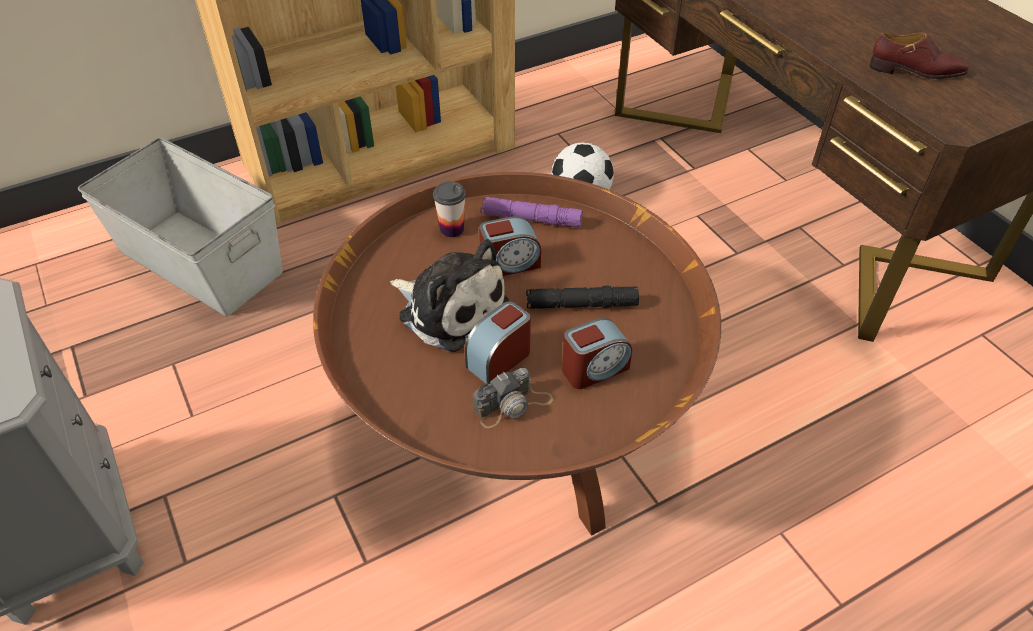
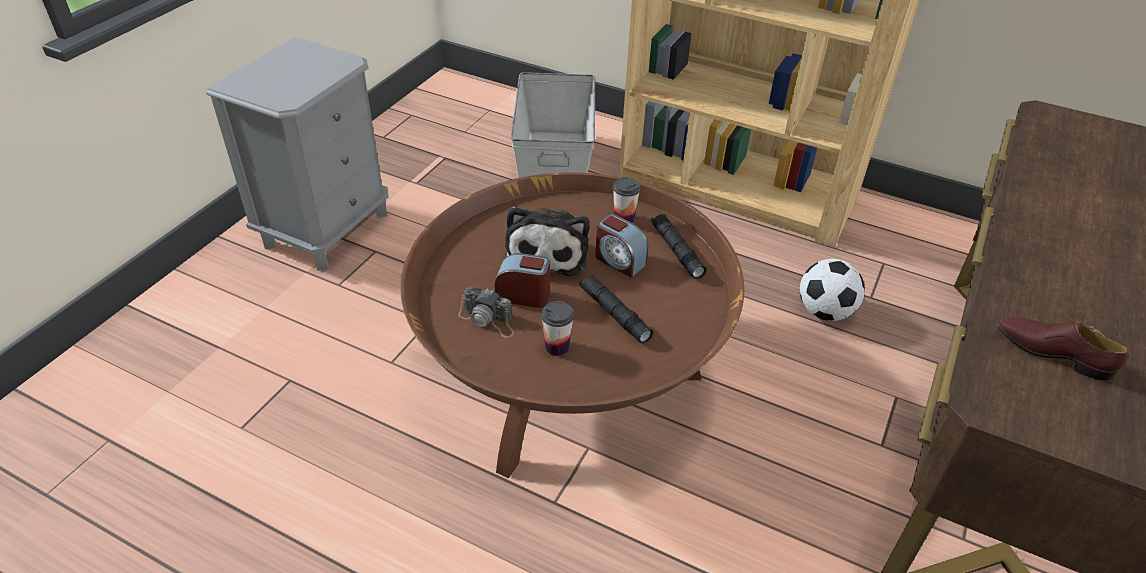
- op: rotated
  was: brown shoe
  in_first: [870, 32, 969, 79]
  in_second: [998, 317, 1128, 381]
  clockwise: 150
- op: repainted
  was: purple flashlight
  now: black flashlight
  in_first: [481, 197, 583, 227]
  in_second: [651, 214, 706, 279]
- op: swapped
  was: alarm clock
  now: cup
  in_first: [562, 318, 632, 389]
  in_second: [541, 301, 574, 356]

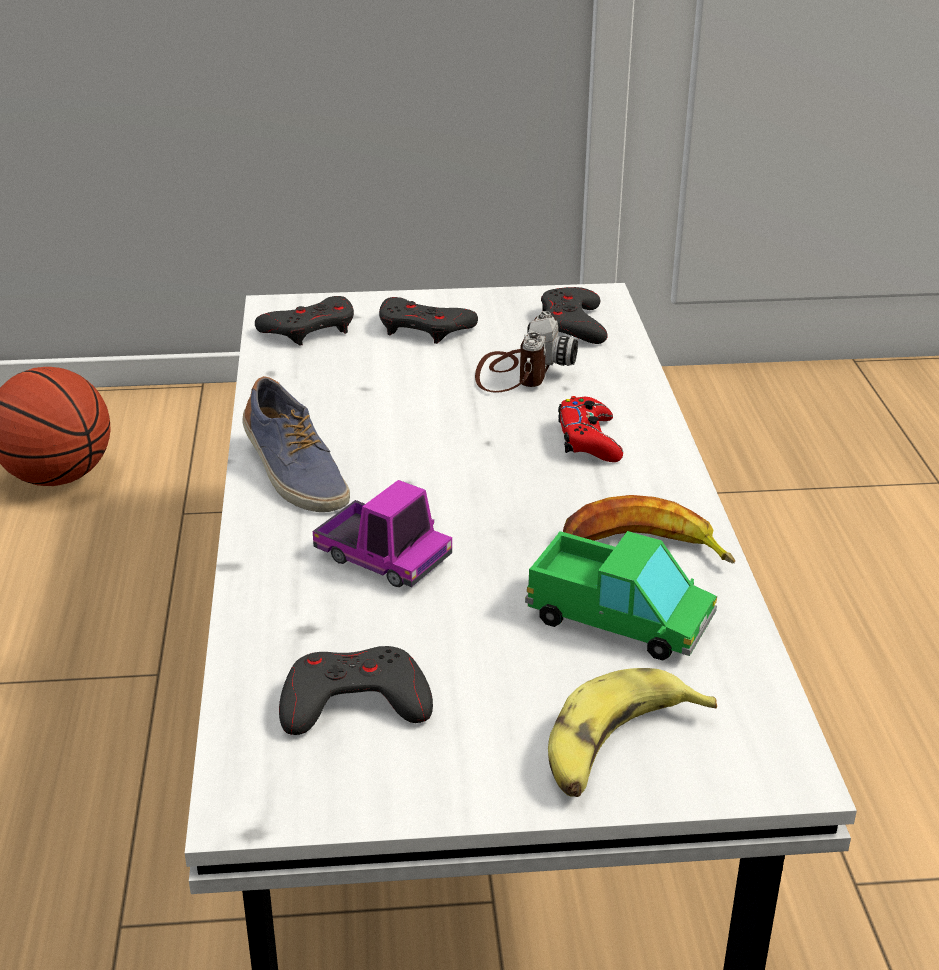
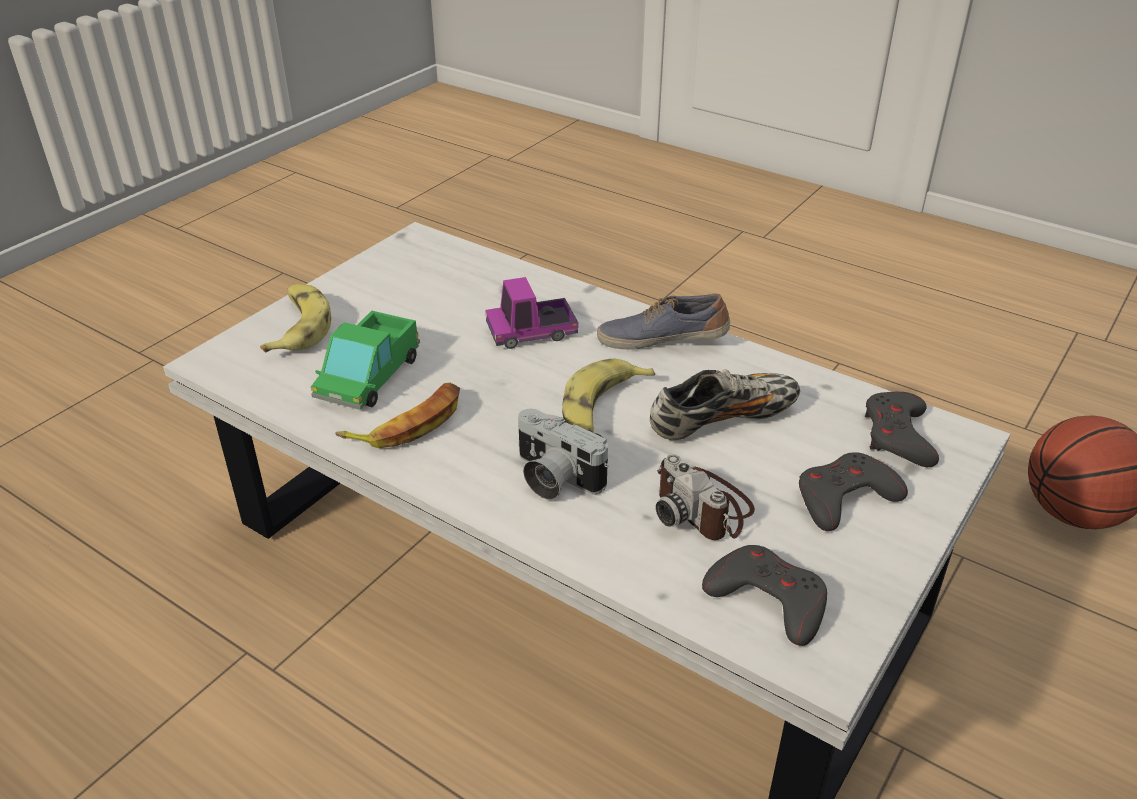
- op: swapped
  was: red game controller
  now: photo camera
  in_first: [558, 396, 623, 462]
  in_second: [518, 409, 608, 500]
- op: rotated
  was: toy truck
  in_first: [525, 531, 717, 661]
  in_second: [311, 311, 420, 410]
  clockwise: -45
- op: gone
  was: grey game controller
  in_first: [279, 646, 433, 735]
- op: new
  now: banana
  in_second: [562, 359, 655, 433]
- op: new
  now: shoe
  in_second: [649, 369, 800, 440]

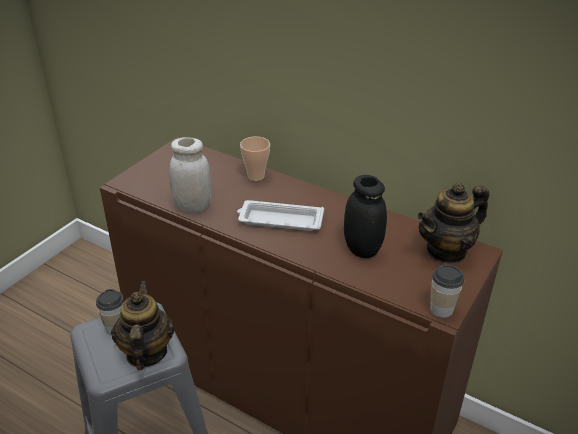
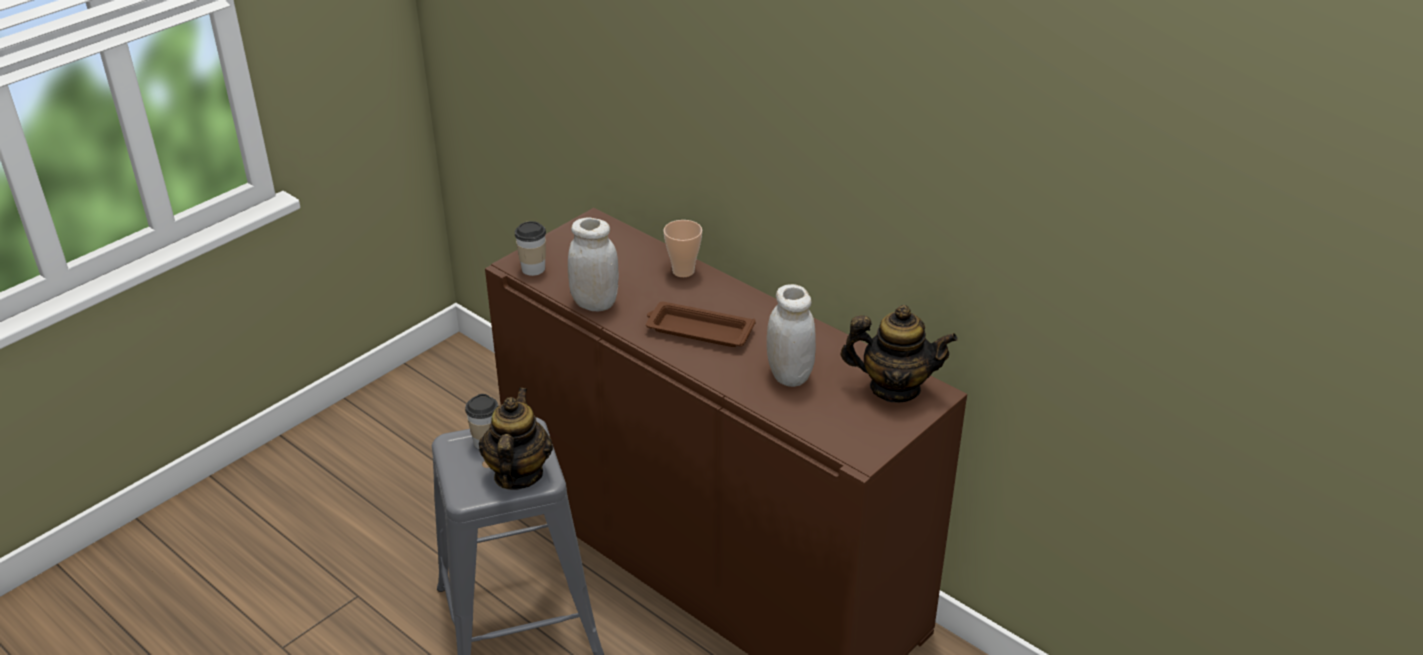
- op: repainted
  was: black jar
  now: white jar
  in_first: [344, 175, 387, 258]
  in_second: [767, 284, 816, 387]
- op: rotated
  was: teapot
  in_first: [417, 183, 489, 264]
  in_second: [840, 305, 958, 403]
  clockwise: -150
- op: repainted
  was: white tray
  now: brown tray
  in_first: [237, 200, 324, 231]
  in_second: [646, 302, 756, 347]
- op: shifted
  was: cup
  in_first: [430, 265, 464, 318]
  in_second: [515, 221, 546, 276]

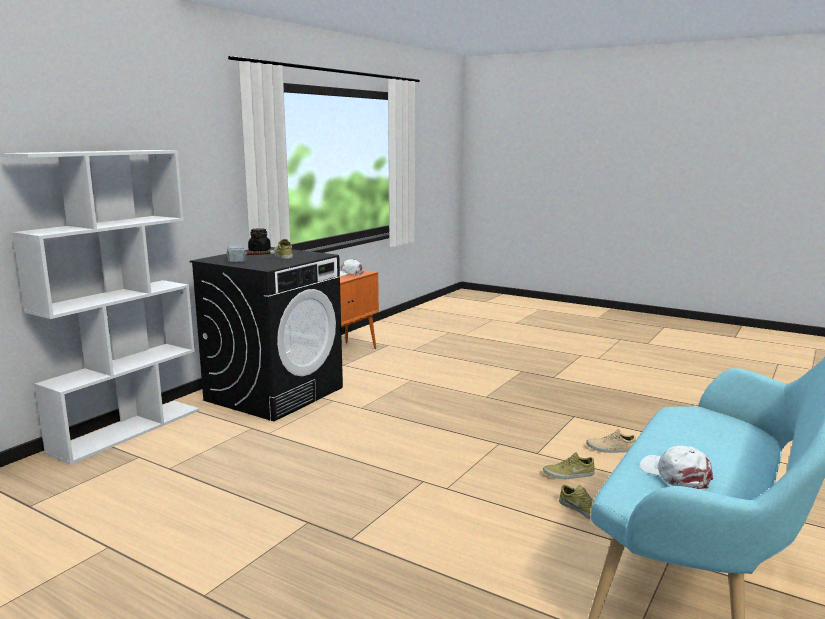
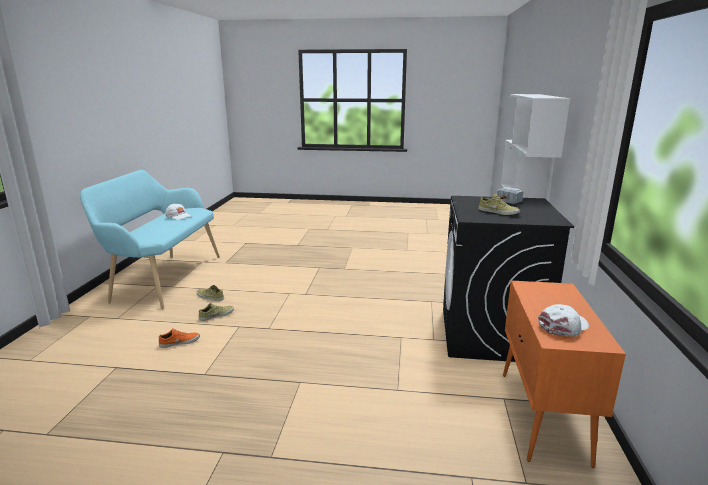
- op: gone
  was: black jar
  in_first: [248, 228, 271, 251]
- op: repainted
  was: beige shoe
  now: orange shoe
  in_first: [586, 429, 636, 453]
  in_second: [159, 328, 200, 348]

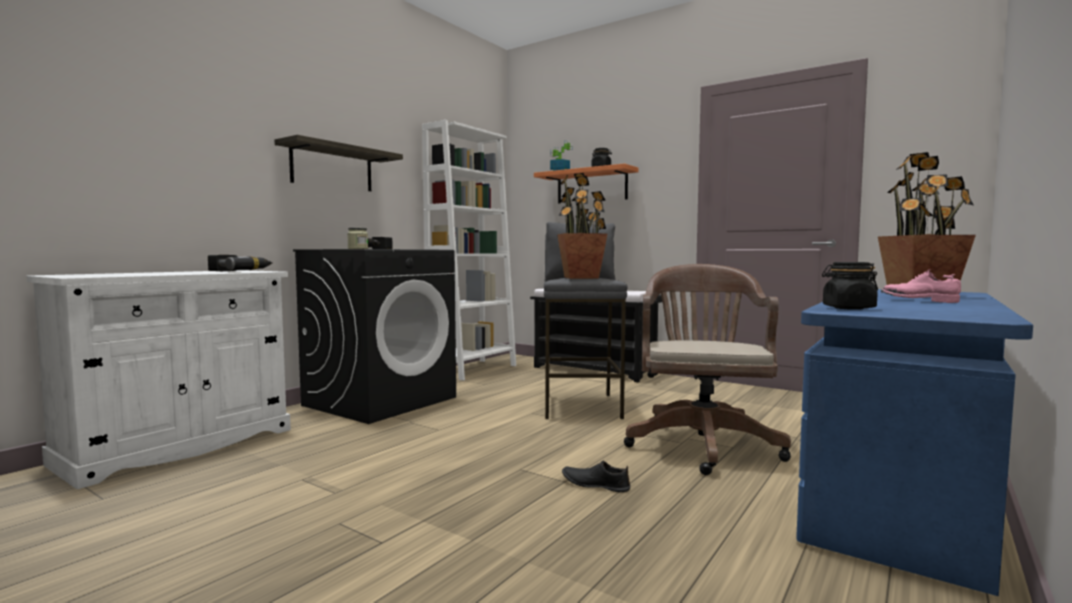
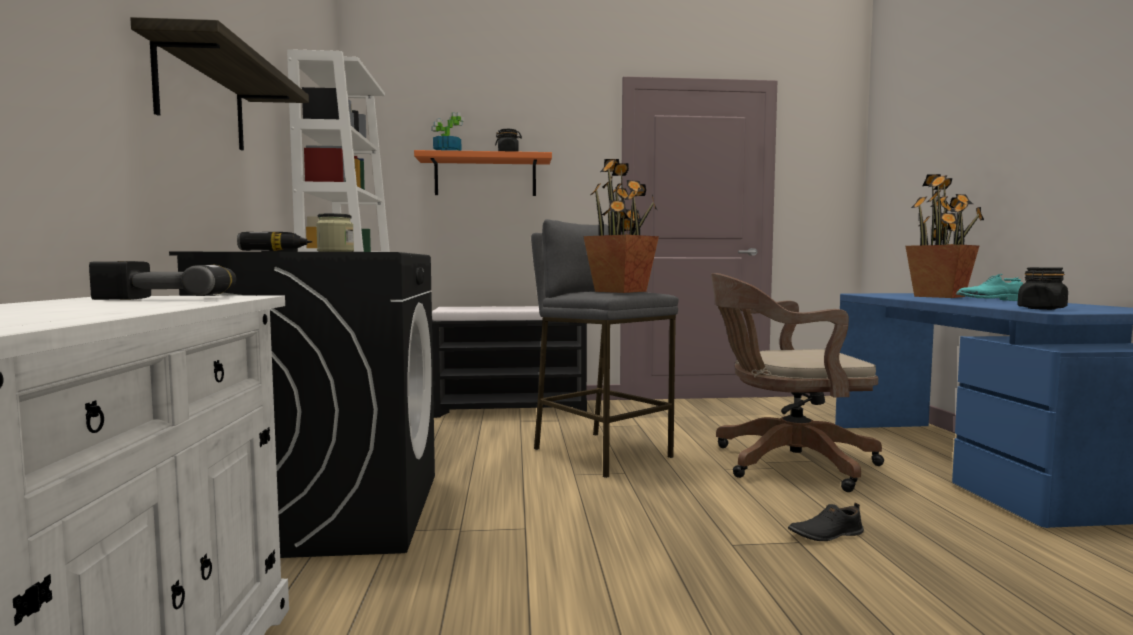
- op: rotated
  was: brown office chair
  in_first: [624, 264, 791, 475]
  in_second: [711, 273, 884, 492]
  clockwise: -60
- op: repainted
  was: pink shoe
  now: turquoise shoe
  in_first: [881, 269, 961, 303]
  in_second: [956, 274, 1023, 301]

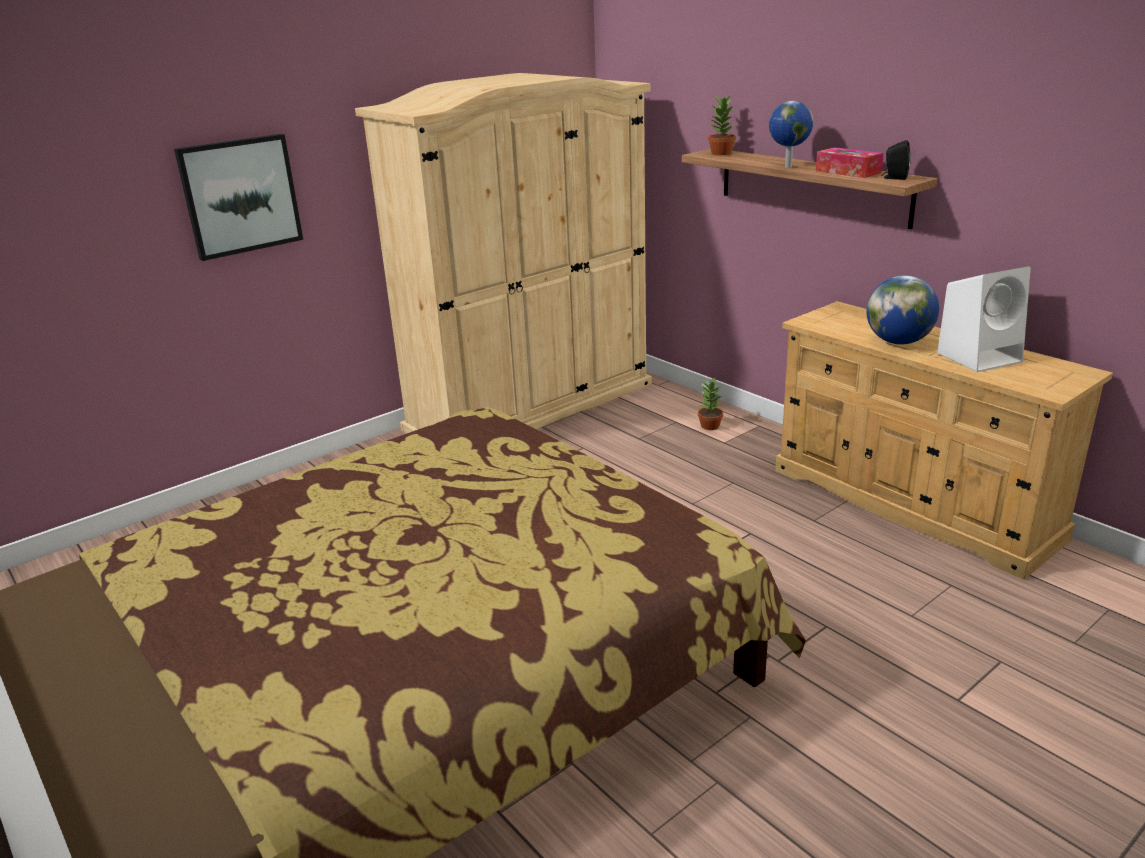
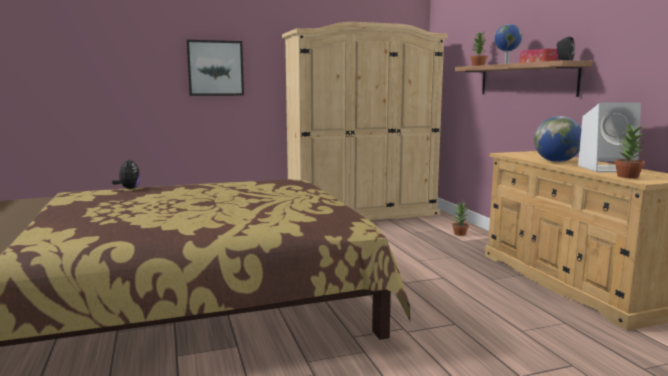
- op: new
  now: potted plant
  in_second: [614, 123, 645, 178]
- op: new
  now: plush toy
  in_second: [112, 158, 141, 189]

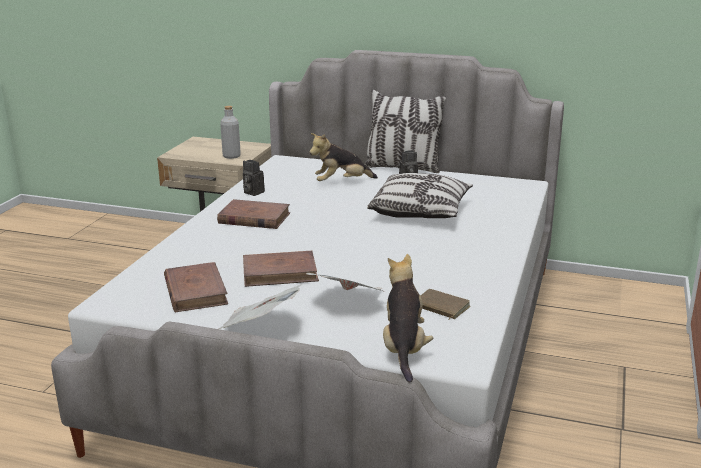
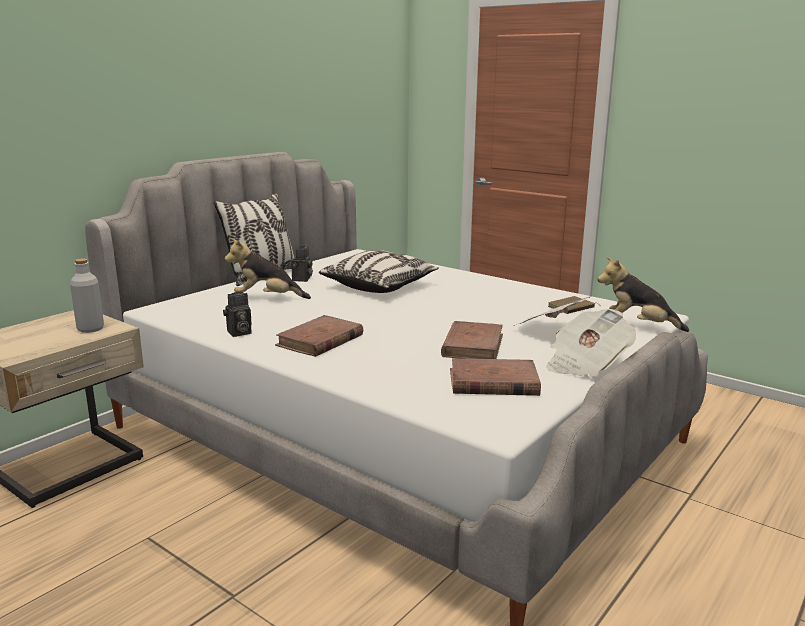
- op: rotated
  was: plush toy
  in_first: [309, 133, 378, 181]
  in_second: [225, 238, 311, 299]
  clockwise: 90

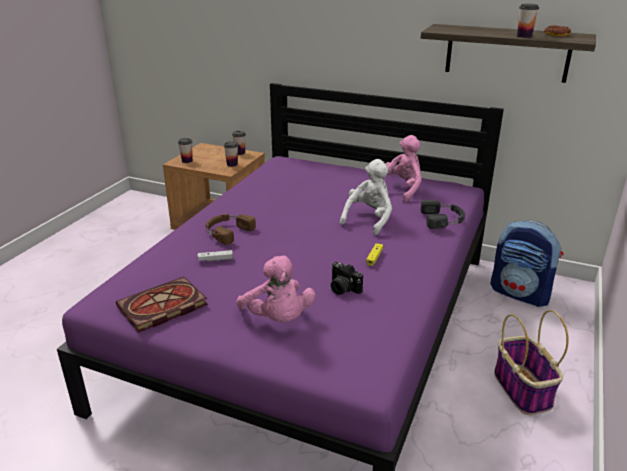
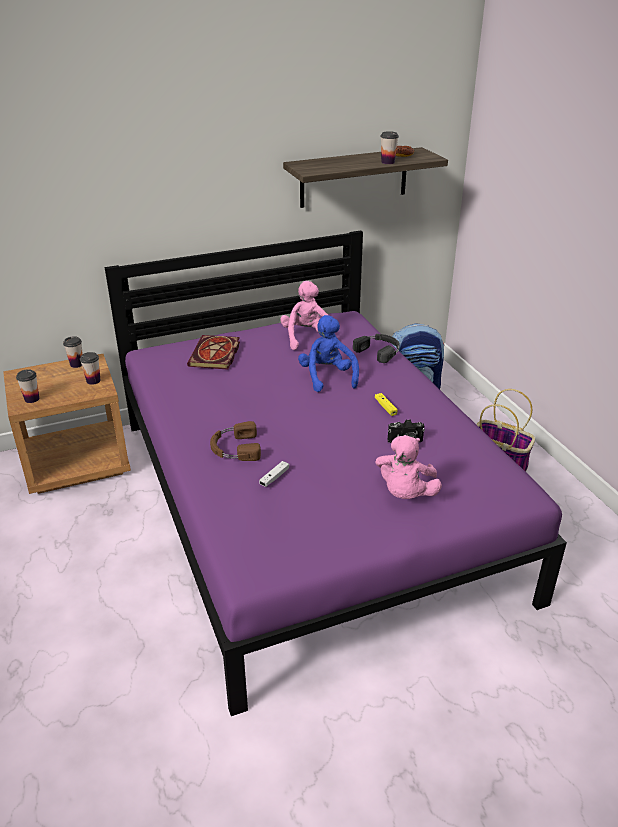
- op: repainted
  was: white plush toy
  now: blue plush toy
  in_first: [340, 159, 392, 235]
  in_second: [298, 315, 359, 392]
- op: rotated
  was: pink plush toy
  in_first: [236, 255, 316, 322]
  in_second: [376, 435, 442, 499]
  clockwise: 90
- op: shifted
  was: book
  in_first: [116, 276, 208, 333]
  in_second: [187, 335, 240, 370]

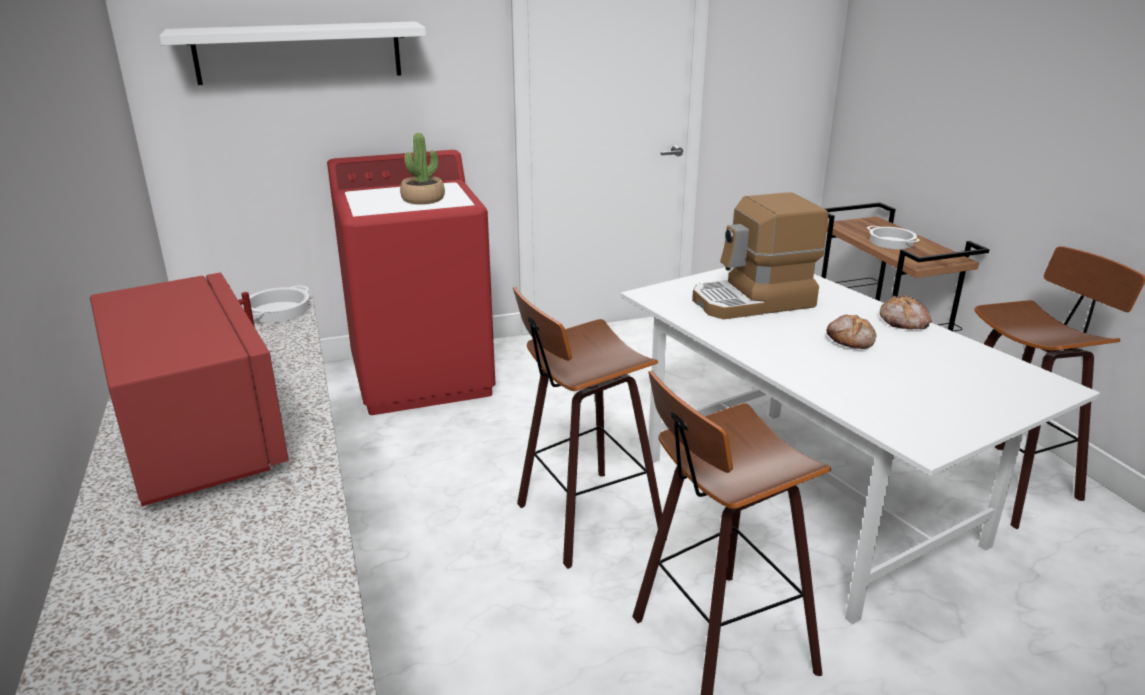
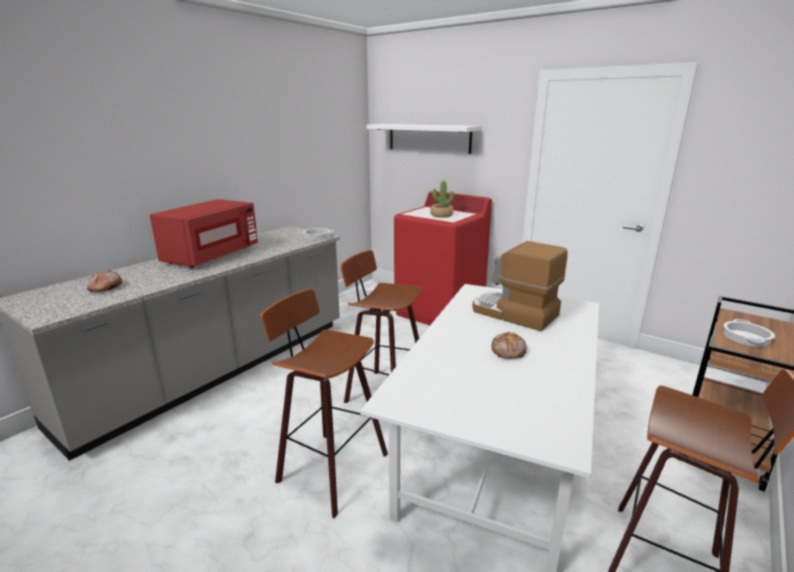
- op: shifted
  was: bread
  in_first: [880, 295, 932, 329]
  in_second: [87, 270, 122, 292]

